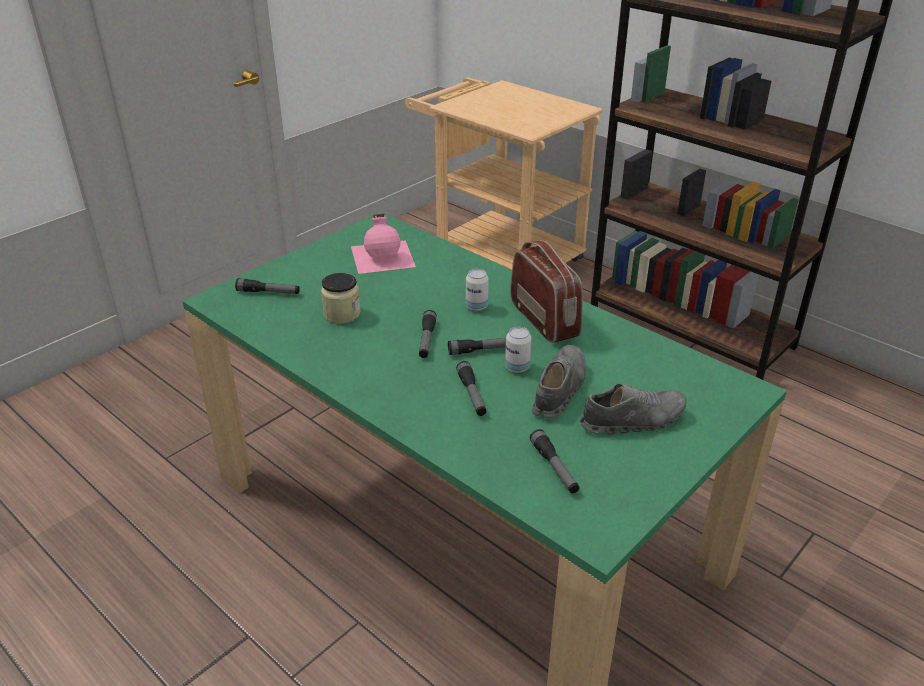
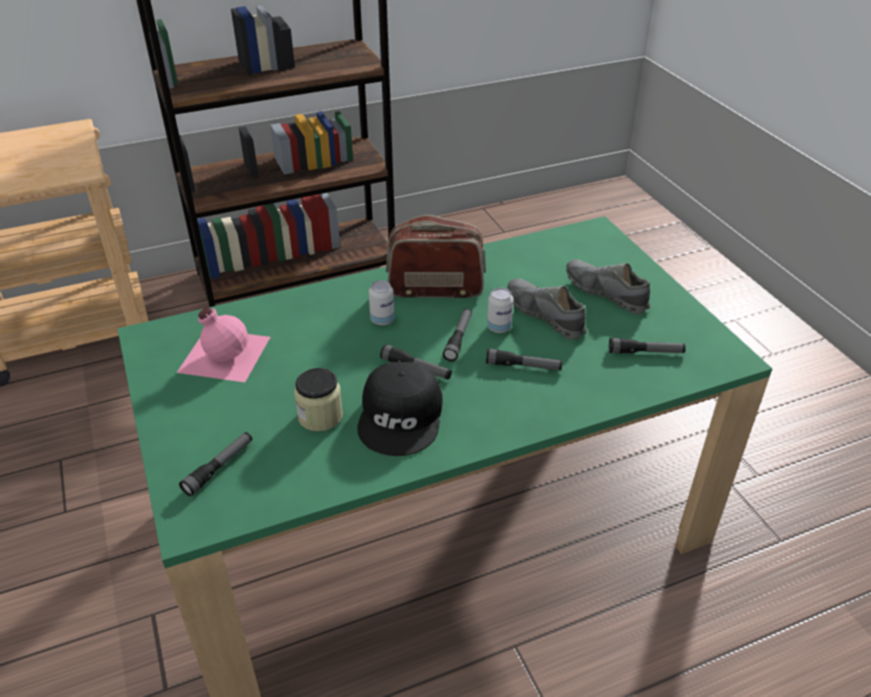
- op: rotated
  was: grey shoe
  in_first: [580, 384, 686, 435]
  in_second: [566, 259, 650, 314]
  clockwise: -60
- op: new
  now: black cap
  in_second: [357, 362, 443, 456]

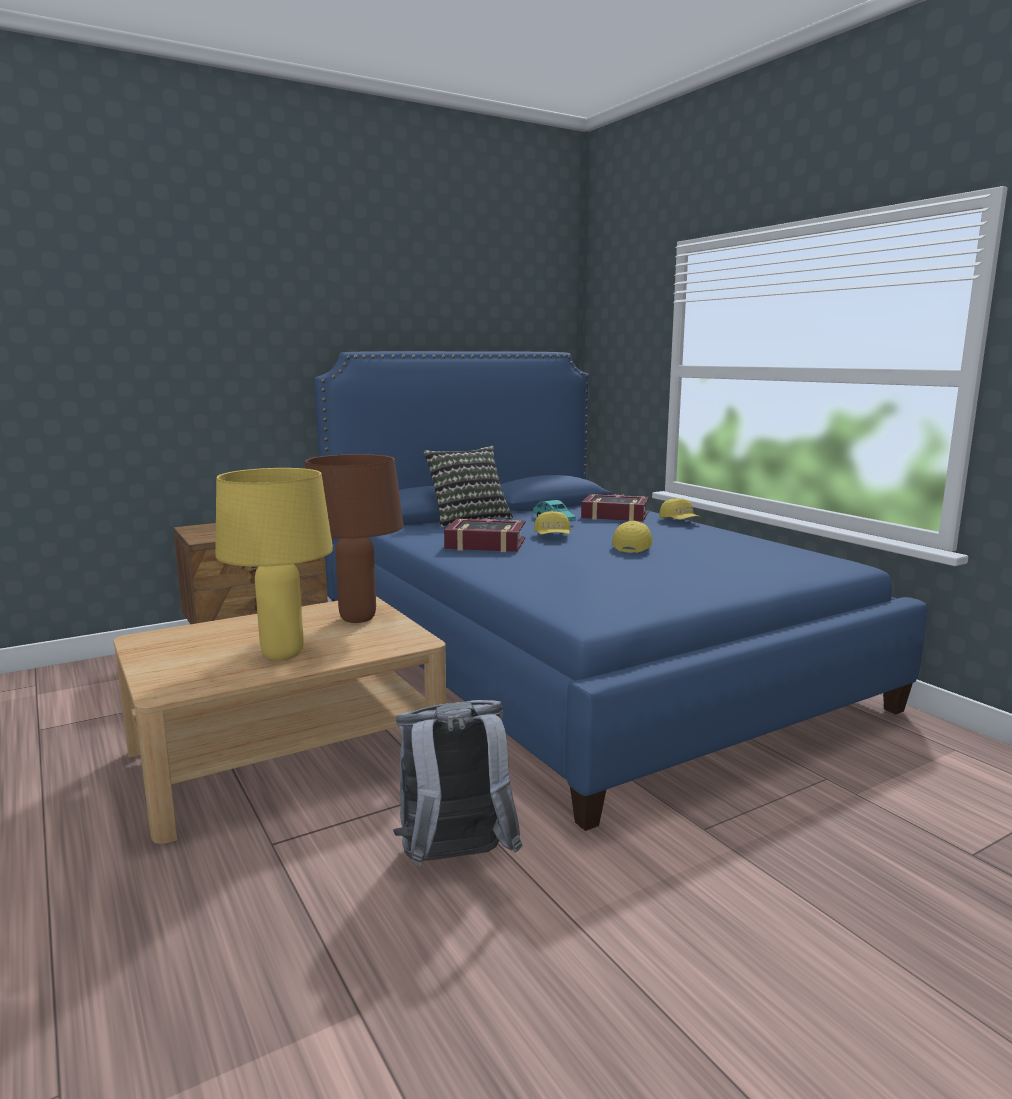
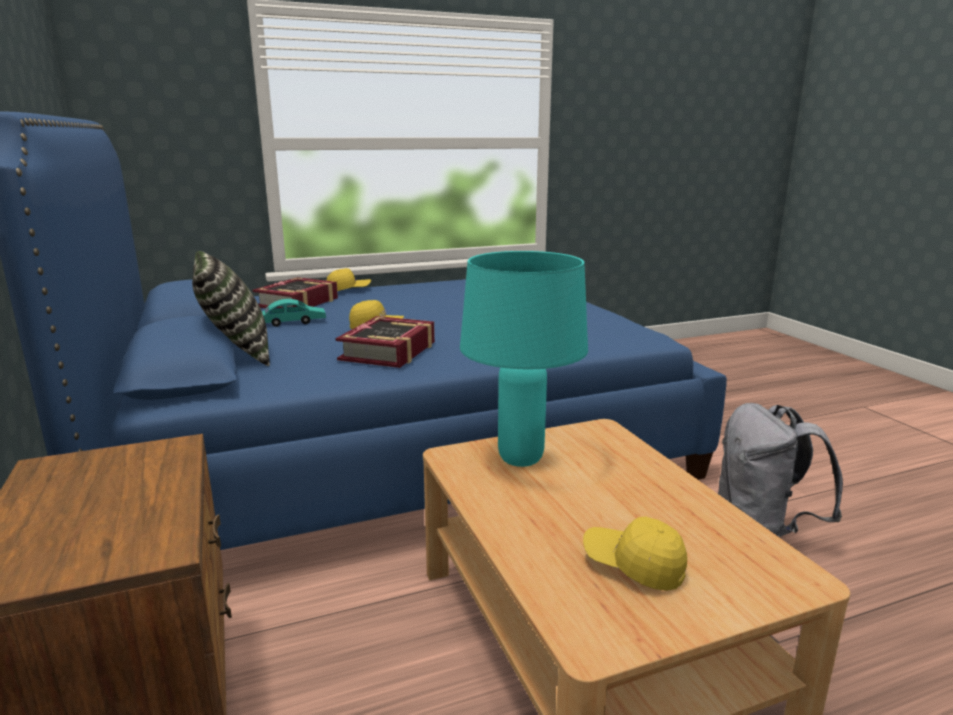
- op: repainted
  was: brown table lamp
  now: turquoise table lamp
  in_first: [305, 454, 404, 623]
  in_second: [460, 251, 588, 467]
- op: gone
  was: yellow table lamp
  in_first: [215, 468, 333, 660]
- op: shifted
  was: yellow cap
  in_first: [612, 520, 653, 553]
  in_second: [583, 516, 687, 591]

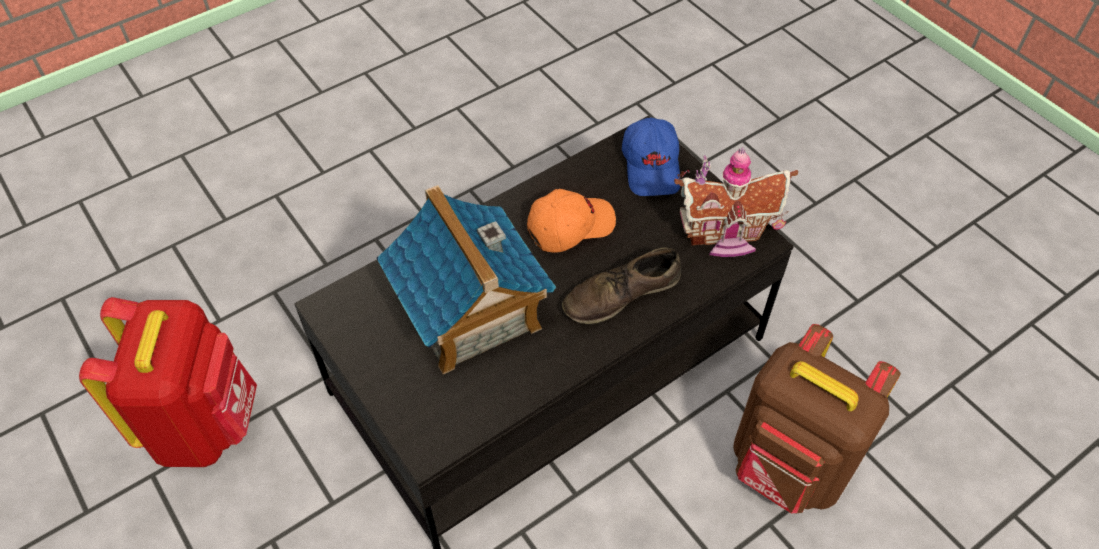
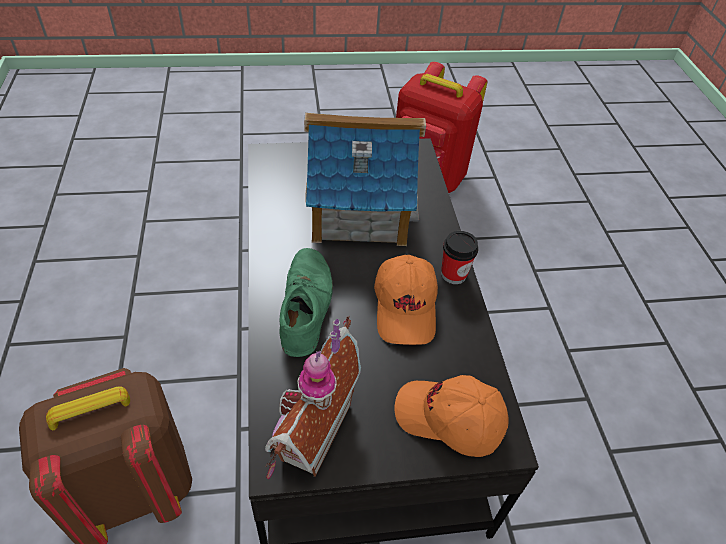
- op: repainted
  was: blue cap
  now: orange cap
  in_first: [622, 117, 681, 196]
  in_second: [395, 375, 508, 457]
- op: repainted
  was: brown shoe
  now: green shoe
  in_first: [562, 248, 681, 324]
  in_second: [279, 248, 333, 357]
- op: new
  now: cup
  in_second: [441, 231, 479, 284]

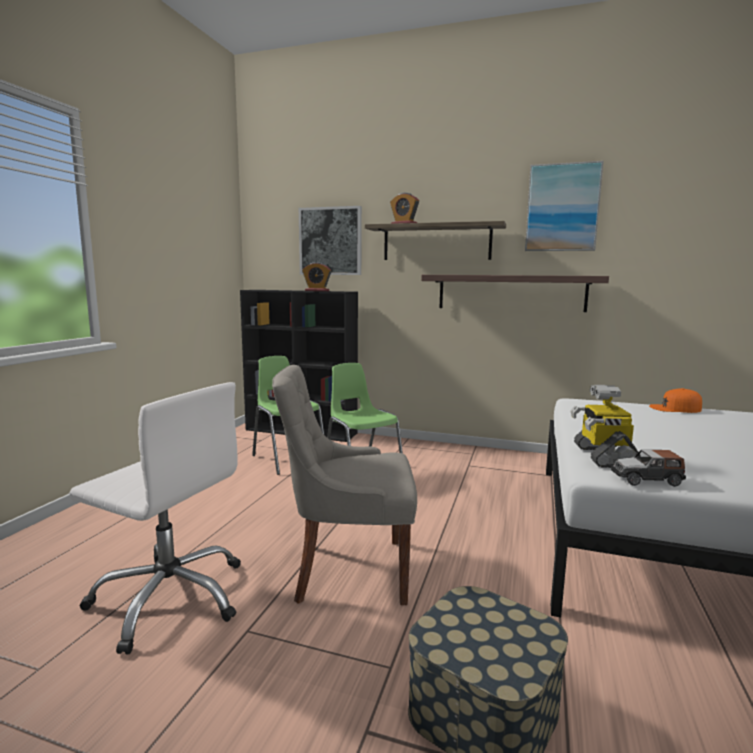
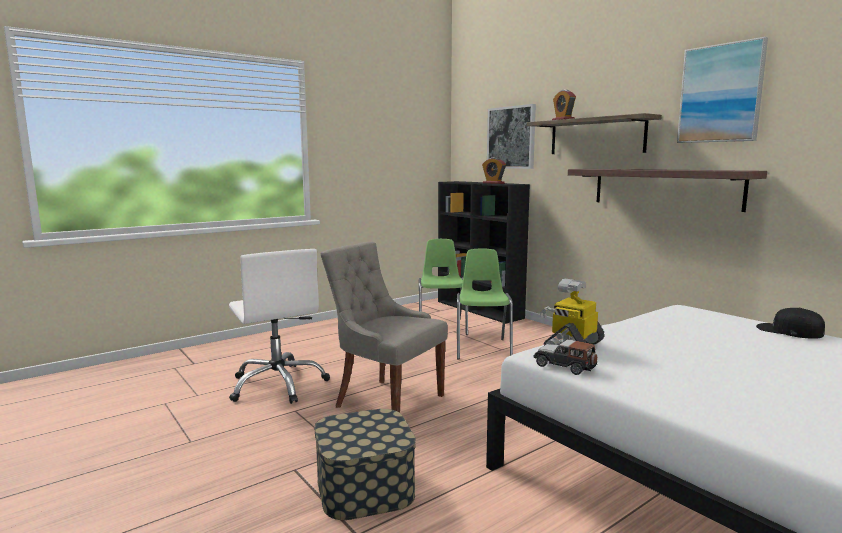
- op: repainted
  was: orange cap
  now: black cap
  in_first: [649, 388, 702, 413]
  in_second: [756, 308, 825, 339]

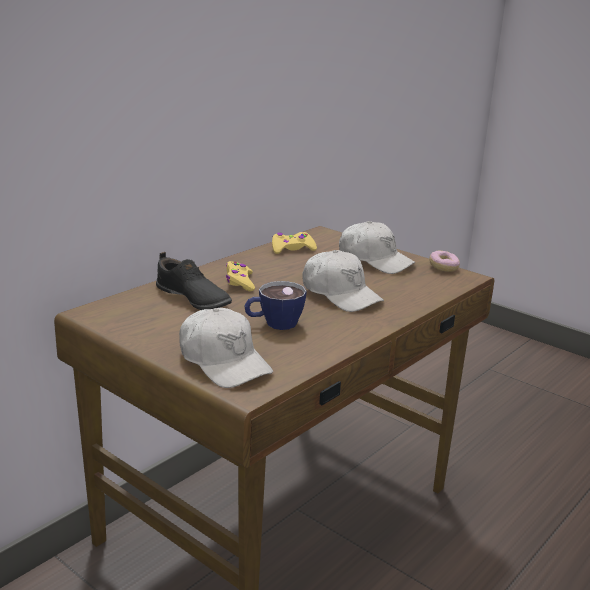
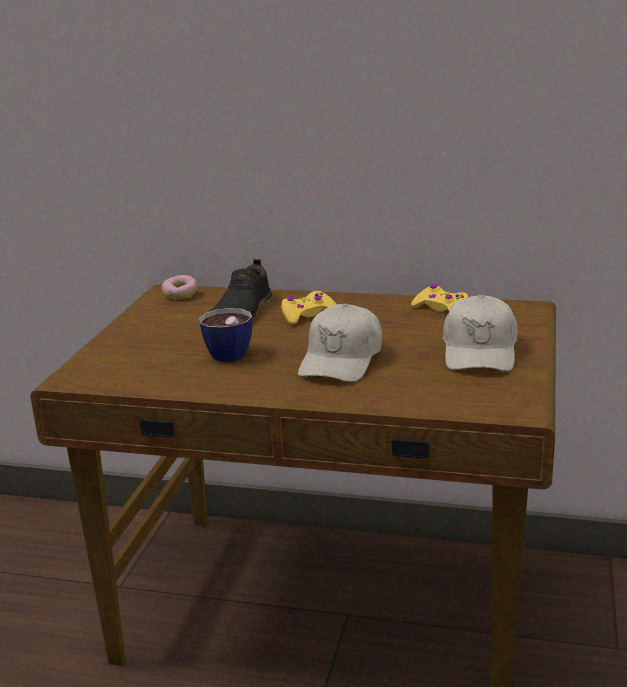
- op: shifted
  was: donut
  in_first: [429, 251, 460, 272]
  in_second: [162, 275, 198, 300]
- op: gone
  was: white cap
  in_first: [179, 308, 273, 388]

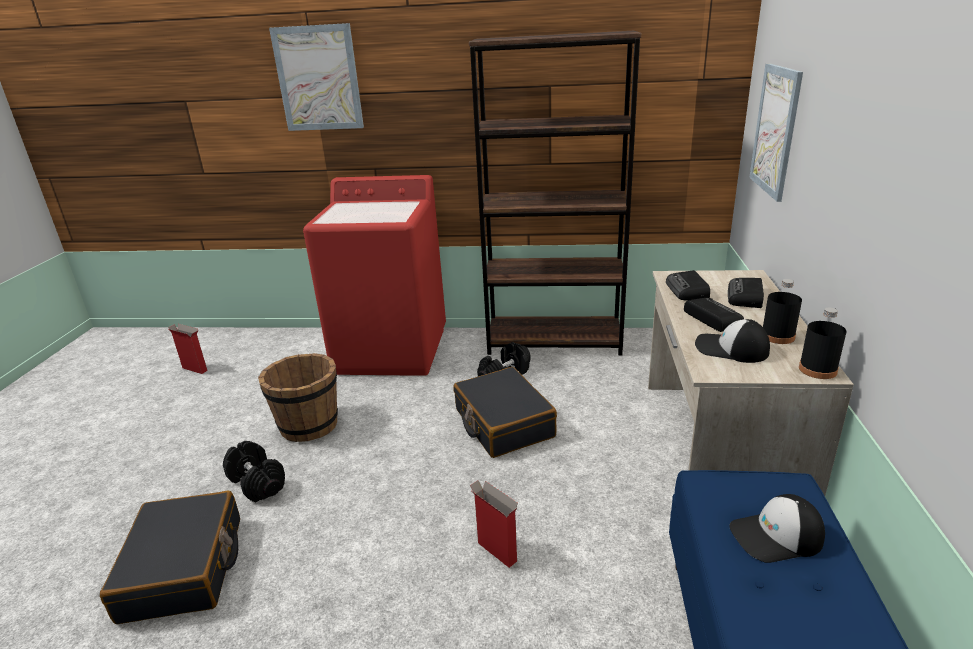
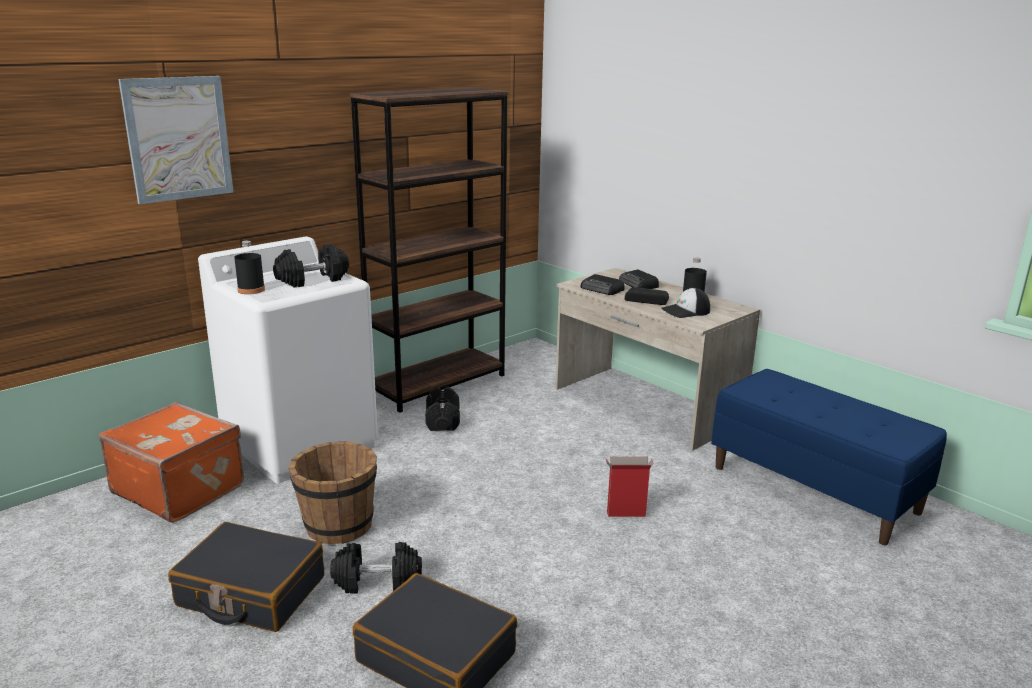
- op: gone
  was: picture
  in_first: [749, 63, 803, 202]
- op: repainted
  was: red washing machine
  now: white washing machine
  in_first: [303, 175, 446, 376]
  in_second: [198, 236, 378, 483]
- op: shifted
  was: black bottle
  in_first: [799, 308, 847, 379]
  in_second: [234, 241, 265, 294]
- op: gone
  was: cardboard box
  in_first: [168, 324, 208, 374]
- op: shifted
  was: black suitcase
  in_first: [453, 367, 557, 458]
  in_second: [168, 522, 324, 632]
- op: gone
  was: cap
  in_first: [729, 494, 825, 563]
- op: new
  now: black dumbbell
  in_second: [273, 244, 349, 288]
- op: new
  now: orange suitcase
  in_second: [99, 402, 244, 523]

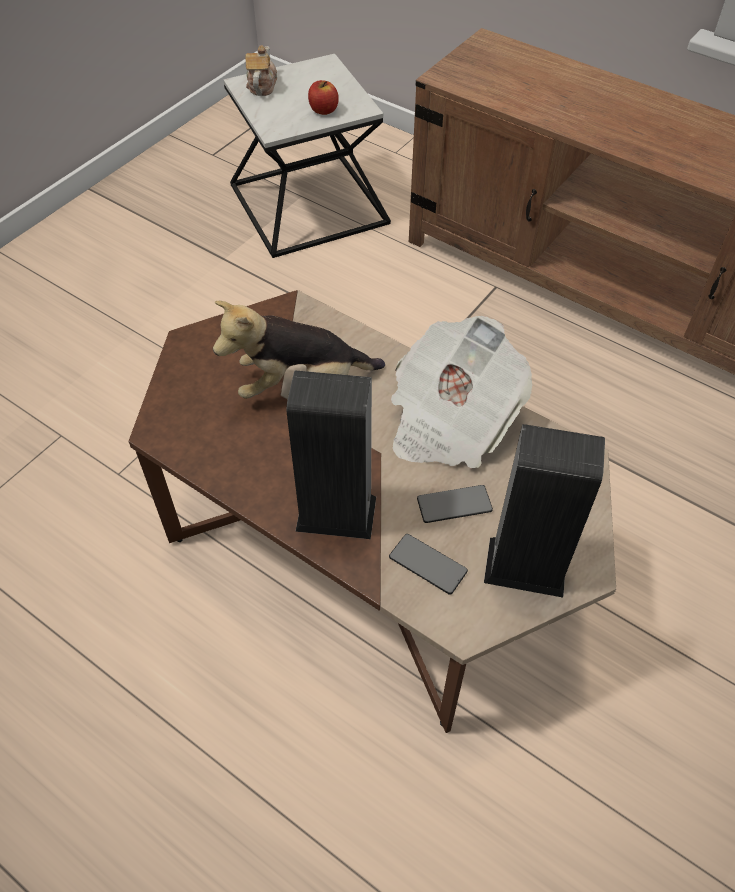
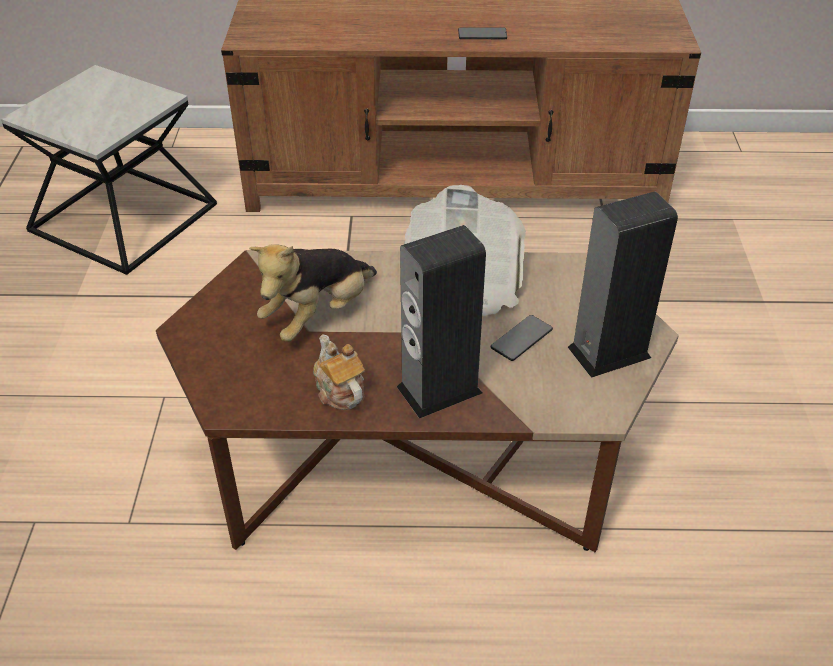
- op: shifted
  was: teapot
  in_first: [246, 45, 277, 96]
  in_second: [313, 334, 365, 410]
- op: gone
  was: apple
  in_first: [308, 80, 339, 115]
- op: shifted
  was: phone
  in_first: [389, 534, 468, 595]
  in_second: [458, 28, 507, 39]

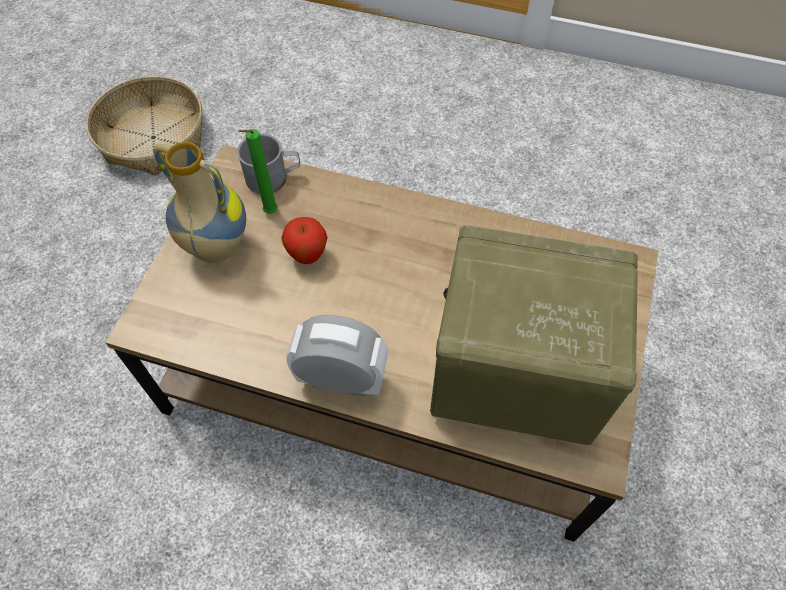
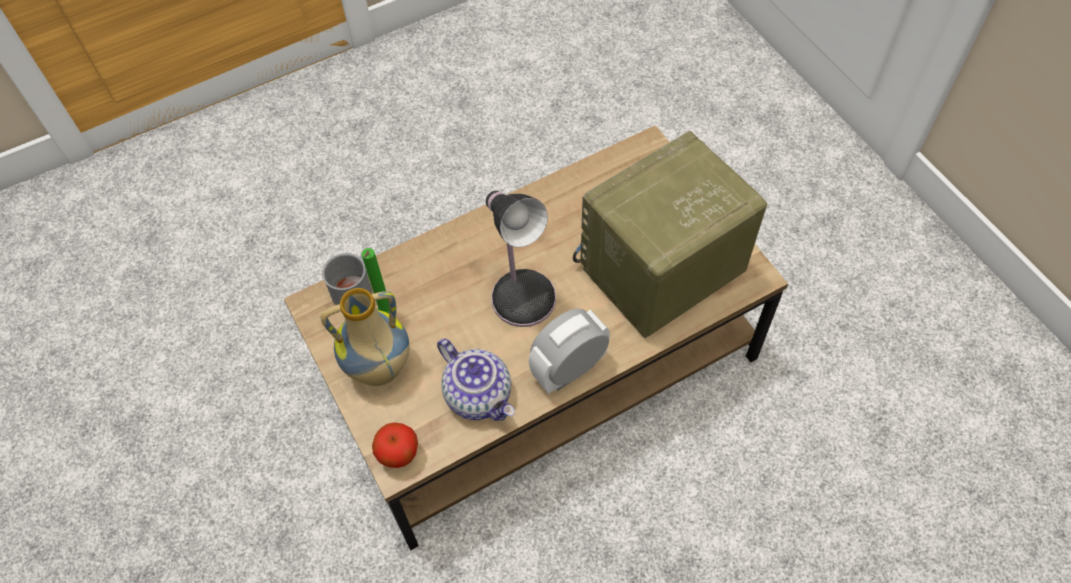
- op: gone
  was: basket
  in_first: [86, 76, 202, 176]
- op: shifted
  was: apple
  in_first: [281, 217, 328, 264]
  in_second: [372, 423, 418, 468]
- op: new
  now: table lamp
  in_second: [486, 191, 556, 327]
- op: new
  now: teapot
  in_second: [437, 338, 515, 421]

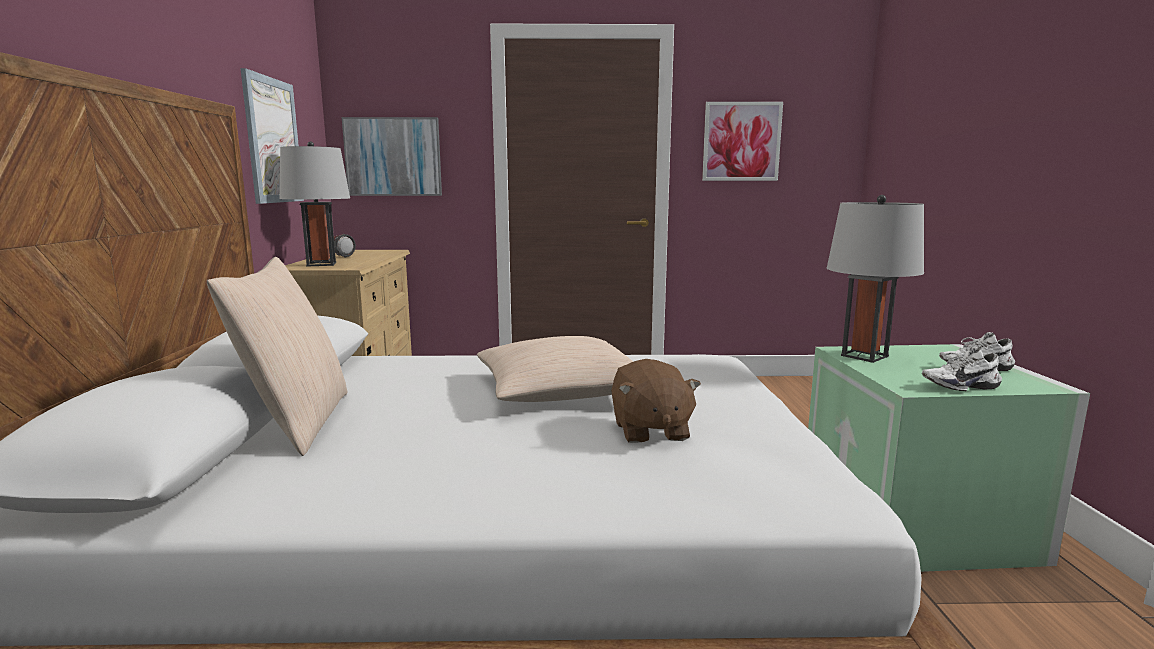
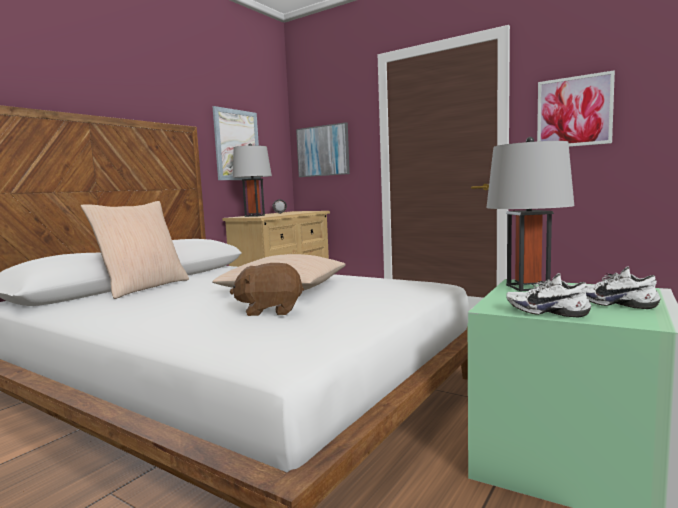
- op: rotated
  was: brown plush toy
  in_first: [611, 359, 701, 443]
  in_second: [230, 263, 304, 316]
  clockwise: 60

